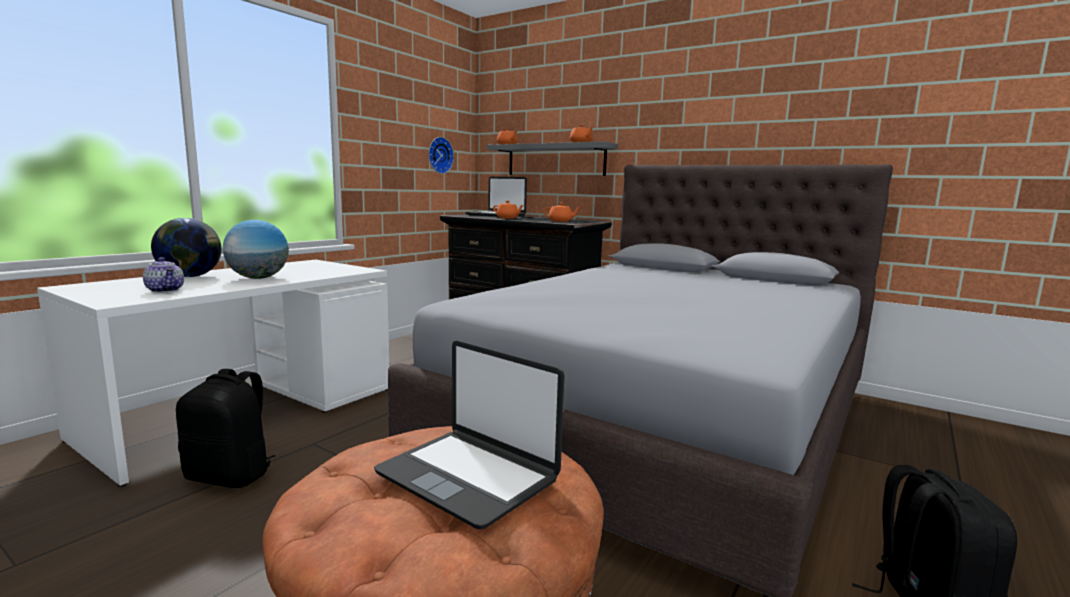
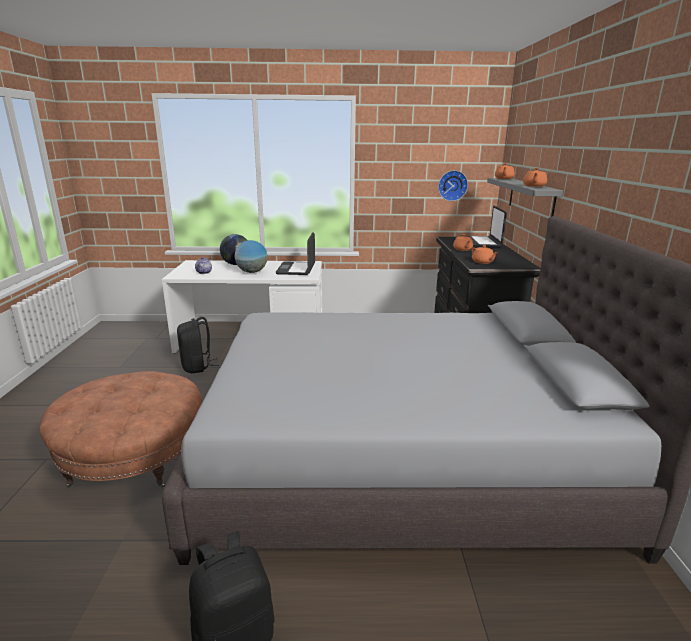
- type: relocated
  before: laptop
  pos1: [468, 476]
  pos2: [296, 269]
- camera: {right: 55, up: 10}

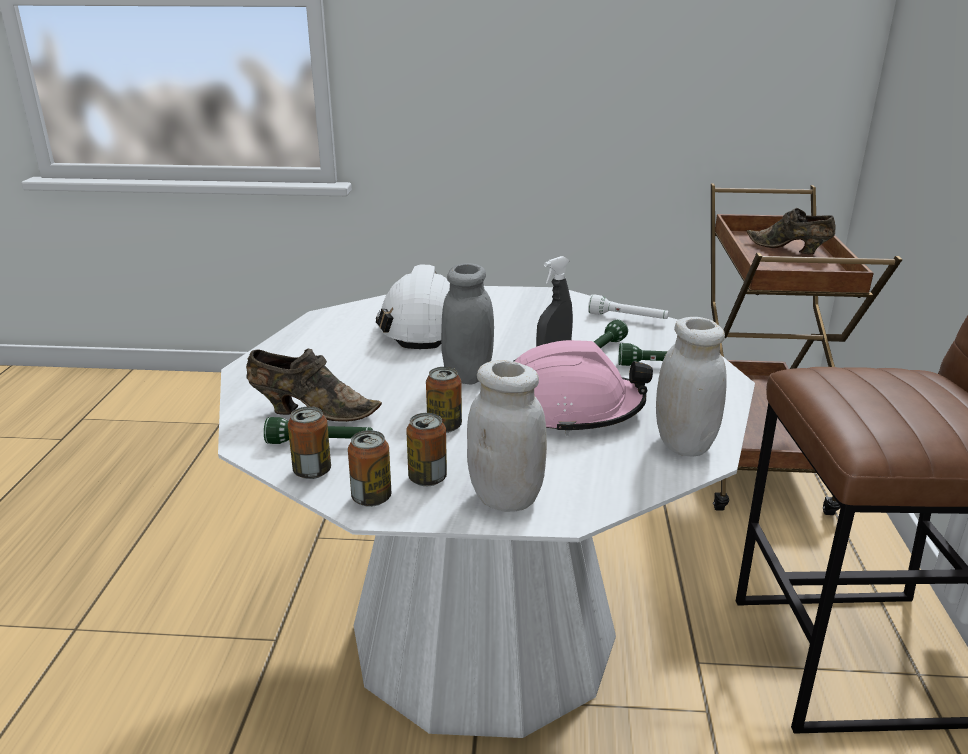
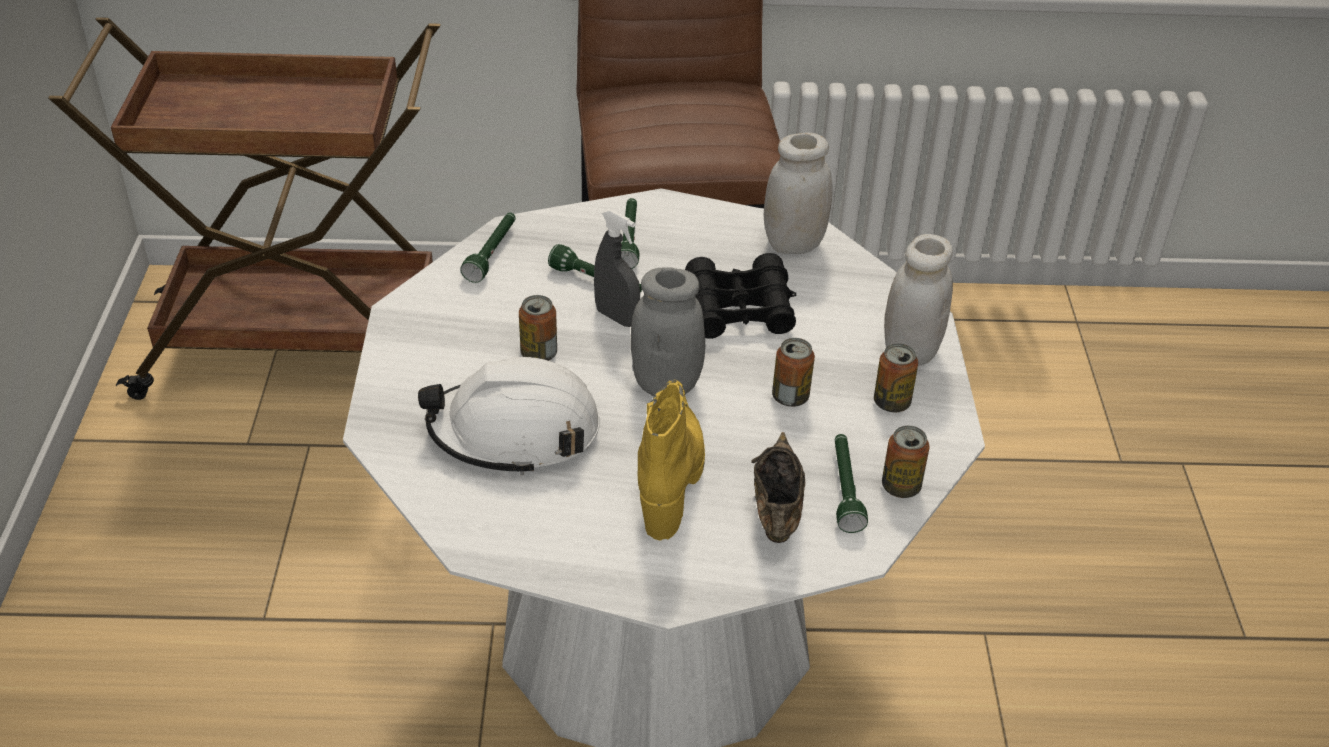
- type: relocated
  before: can
  pos1: [371, 498]
  pos2: [539, 353]
- type: exchanged
  before: hard hat in pink
  after: binoculars in black
  pos1: [569, 410]
  pos2: [739, 309]
- type: colour
  before: flashlight in white
  after: flashlight in green
  pos1: [627, 318]
  pos2: [492, 253]
- type: missing
  before: shoe in brown
  pos1: [790, 249]
- type: appeared
  after: boot in yellow
  pos2: [671, 480]
- camera: {right: -95, up: 15}

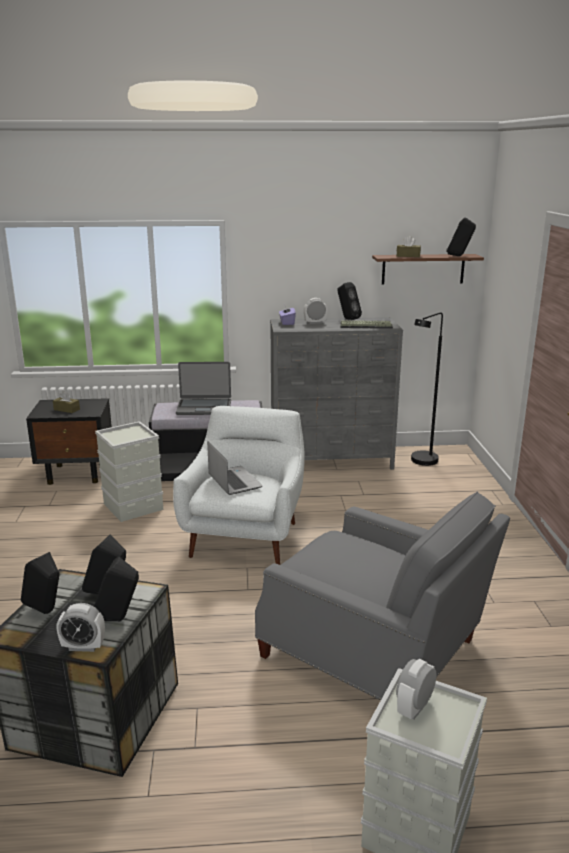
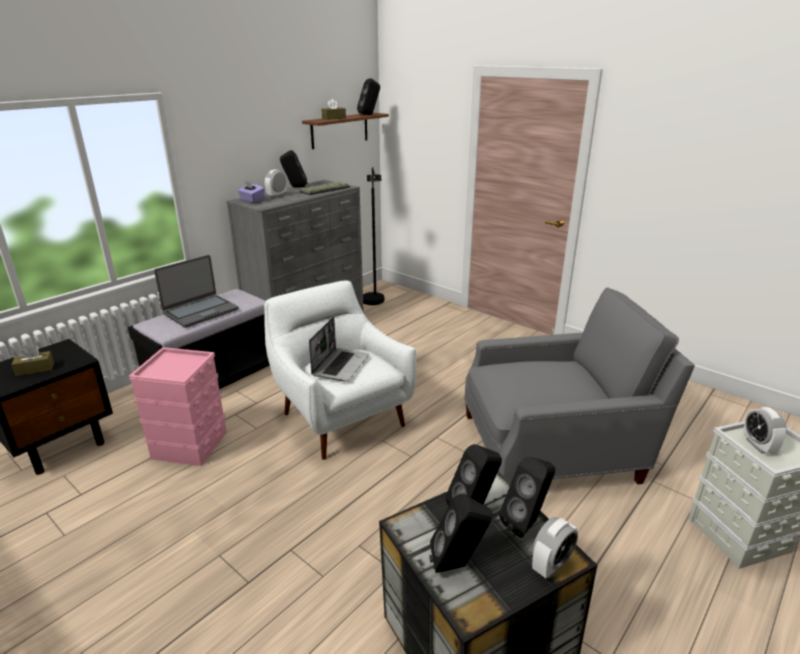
- type: colour
  before: storage box in grey
  after: storage box in pink
  pos1: [132, 506]
  pos2: [189, 445]
- type: spun
  before: laptop
  pos1: [233, 481]
  pos2: [340, 365]
  turn: 90
- camera: {right: -45, up: 5}

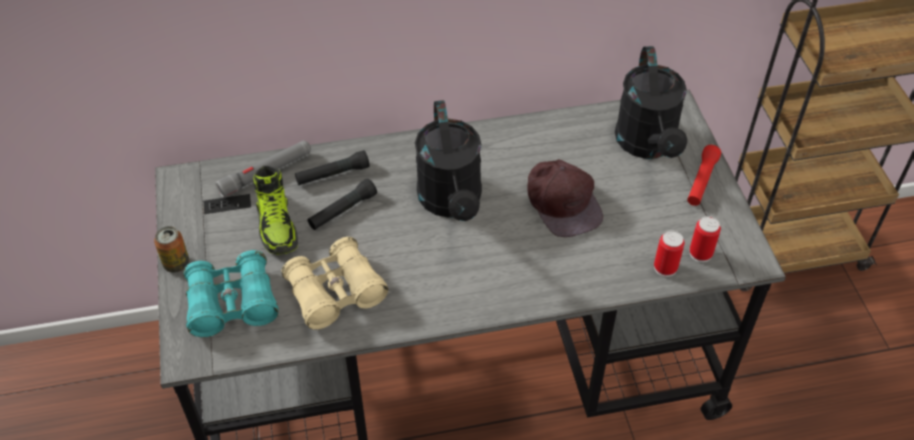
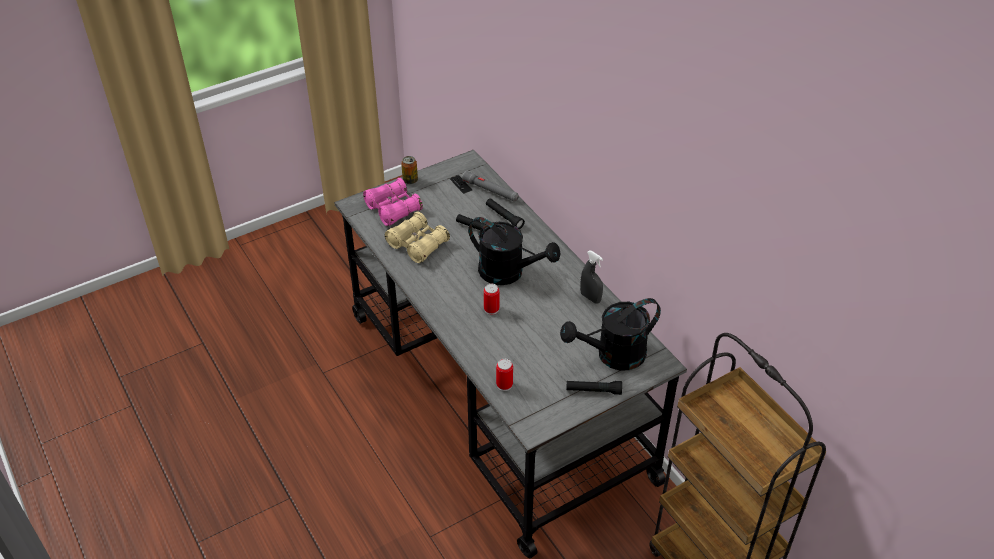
- type: colour
  before: binoculars in turquoise
  after: binoculars in pink
  pos1: [232, 303]
  pos2: [393, 209]
- type: missing
  before: shoe
  pos1: [277, 225]
- type: spun
  before: watering can in black
  pos1: [452, 202]
  pos2: [509, 273]
  turn: -120
- type: missing
  before: cap in brown
  pos1: [563, 201]
- type: colour
  before: flashlight in red
  after: flashlight in black
  pos1: [701, 181]
  pos2: [593, 390]
- type: relocated
  before: can
  pos1: [700, 253]
  pos2: [491, 309]
- type: appeared
  after: spray bottle in grey
  pos2: [590, 297]
- camera: {right: 70, up: -5}

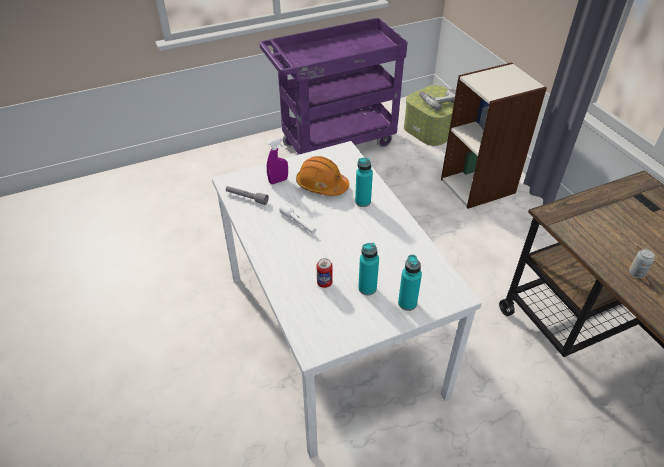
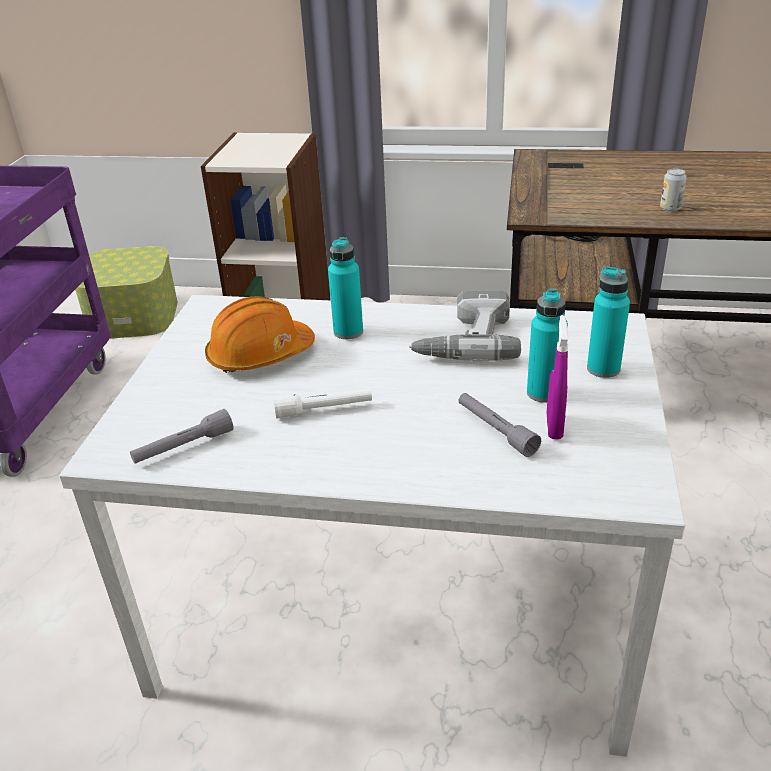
- type: relocated
  before: spray bottle in purple
  pos1: [278, 181]
  pos2: [554, 427]
- type: exchanged
  before: can
  after: flashlight in grey
  pos1: [324, 283]
  pos2: [495, 430]
- type: relocated
  before: power drill
  pos1: [439, 101]
  pos2: [464, 339]
- camera: {right: -55, up: -10}

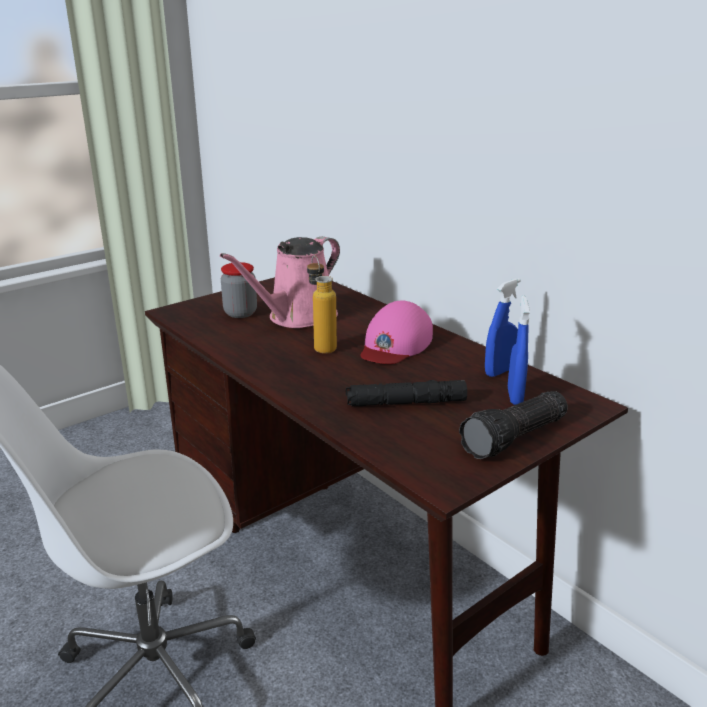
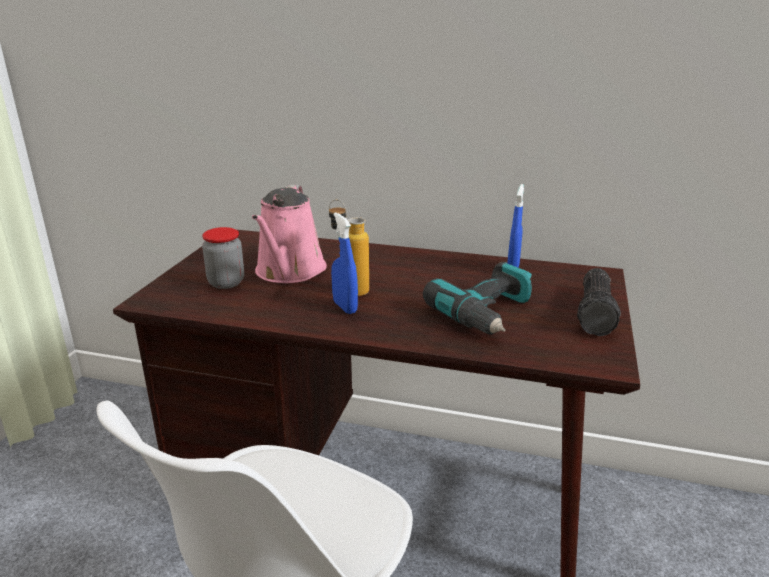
- type: exchanged
  before: flashlight in black
  after: power drill
  pos1: [405, 403]
  pos2: [488, 314]
- type: missing
  before: cap in pink
  pos1: [395, 344]
- type: relocated
  before: spray bottle in blue
  pos1: [515, 396]
  pos2: [345, 307]
- camera: {right: -35, up: 0}

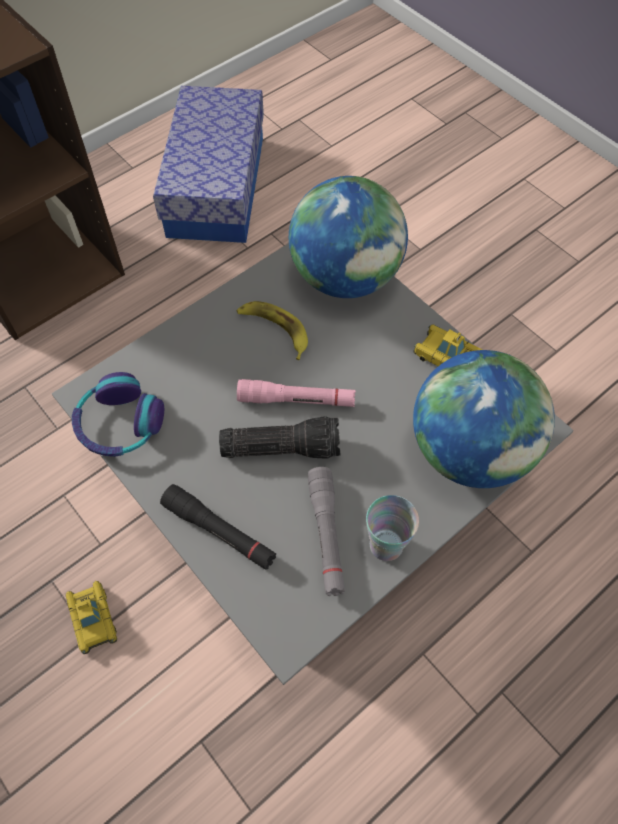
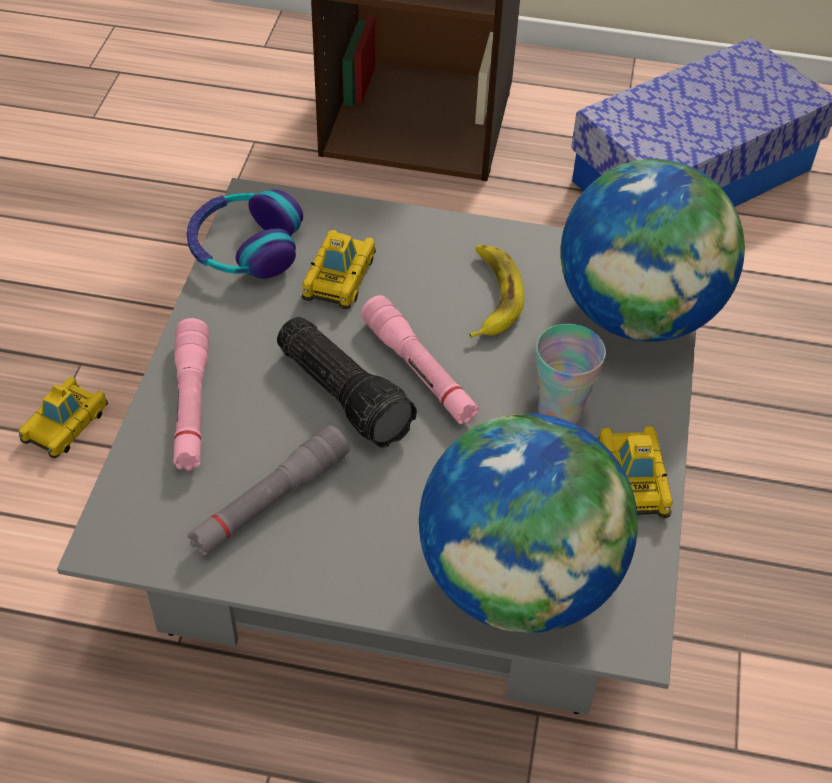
- type: colour
  before: flashlight in black
  after: flashlight in pink
  pos1: [219, 532]
  pos2: [191, 404]
- type: relocated
  before: cup
  pos1: [386, 545]
  pos2: [560, 410]
- type: appeared
  after: toy car
  pos2: [339, 277]
- camera: {right: 50, up: -10}

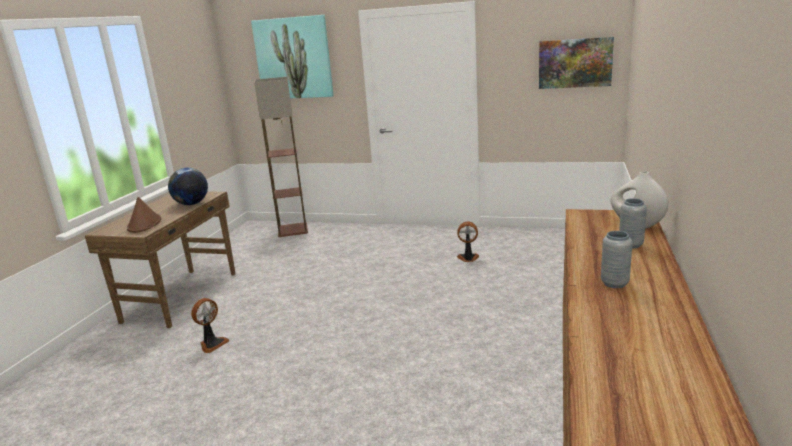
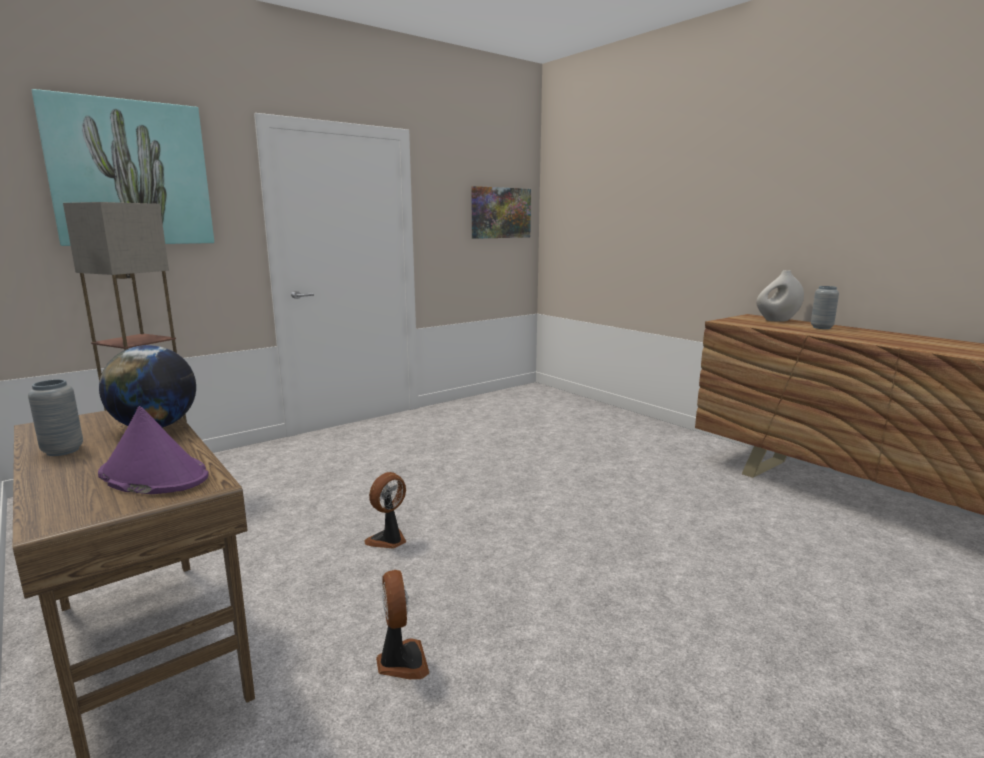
- type: colour
  before: hat in brown
  after: hat in purple
  pos1: [144, 224]
  pos2: [153, 475]
- type: relocated
  before: fan
  pos1: [468, 258]
  pos2: [389, 540]
- type: relocated
  before: vase in grey
  pos1: [614, 283]
  pos2: [63, 451]
- camera: {right: -55, up: -5}

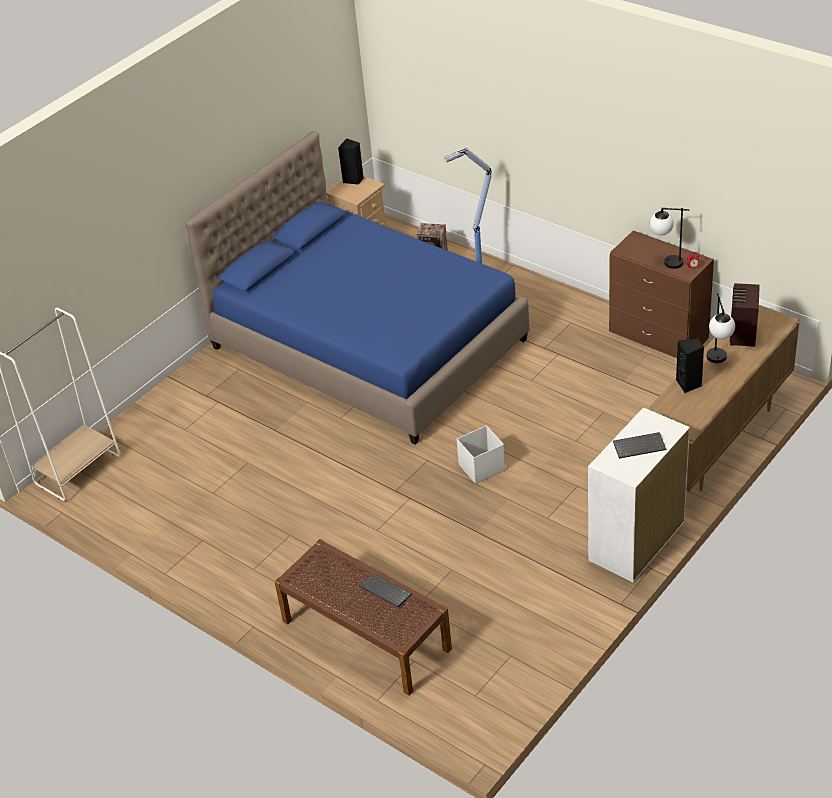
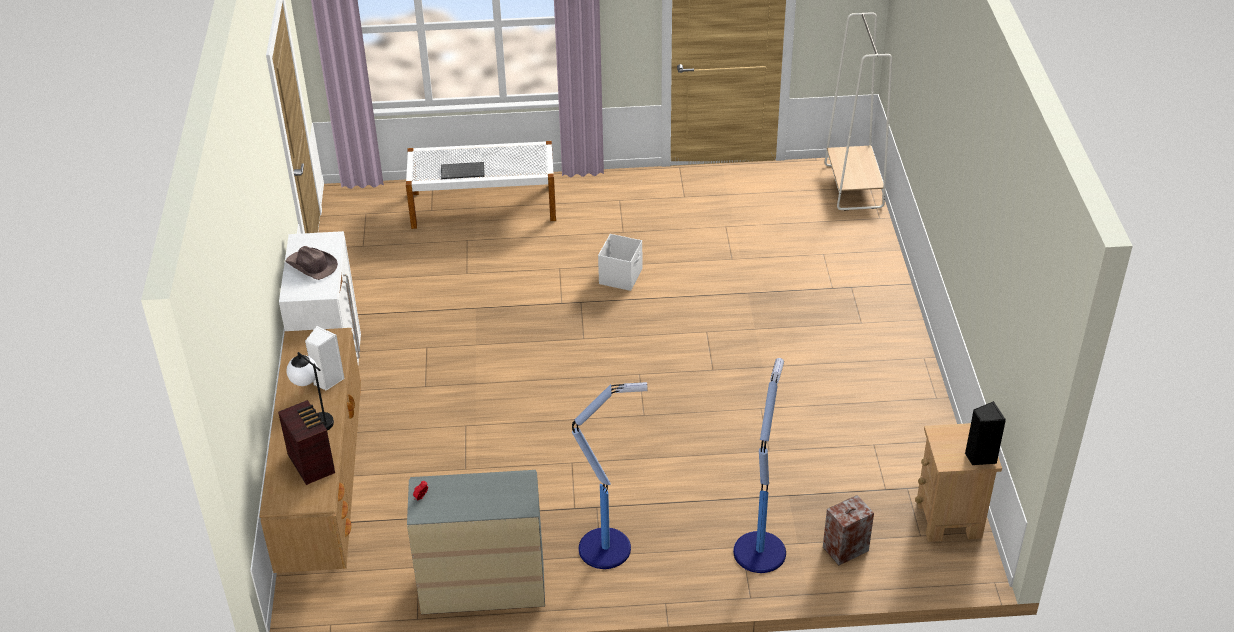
- type: missing
  before: bed in blue
  pos1: [368, 343]
- type: colour
  before: bench in brown
  after: bench in white
  pos1: [365, 636]
  pos2: [483, 206]
- type: relocated
  before: storage box in white
  pos1: [481, 468]
  pos2: [621, 276]
- type: colour
  before: dresser in brown
  after: dresser in grey
  pos1: [658, 338]
  pos2: [482, 590]
- type: exchanged
  before: keyboard
  after: hat in brown
  pos1: [639, 445]
  pos2: [312, 266]
- type: missing
  before: table lamp
  pos1: [665, 262]
- type: colour
  before: speaker in black
  after: speaker in white
  pos1: [689, 384]
  pos2: [327, 380]
- type: appeared
  after: floor lamp
  pos2: [607, 548]
- camera: {right: 135, up: 0}

